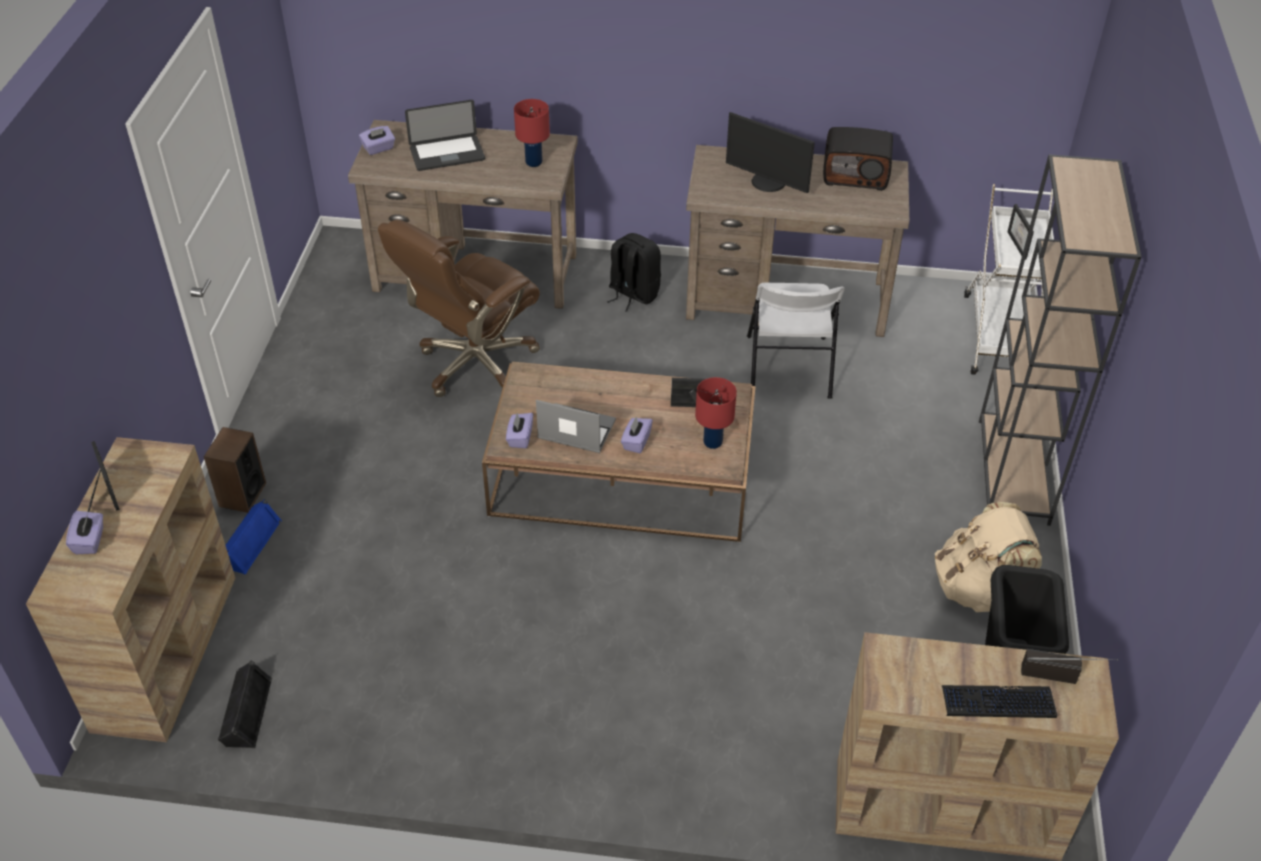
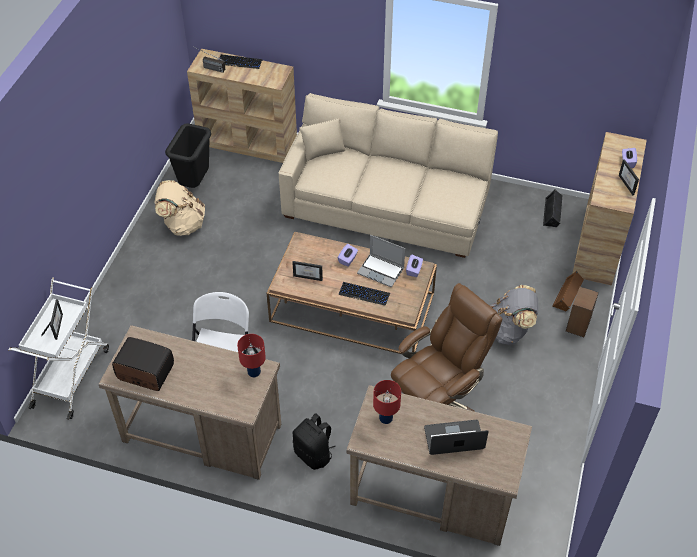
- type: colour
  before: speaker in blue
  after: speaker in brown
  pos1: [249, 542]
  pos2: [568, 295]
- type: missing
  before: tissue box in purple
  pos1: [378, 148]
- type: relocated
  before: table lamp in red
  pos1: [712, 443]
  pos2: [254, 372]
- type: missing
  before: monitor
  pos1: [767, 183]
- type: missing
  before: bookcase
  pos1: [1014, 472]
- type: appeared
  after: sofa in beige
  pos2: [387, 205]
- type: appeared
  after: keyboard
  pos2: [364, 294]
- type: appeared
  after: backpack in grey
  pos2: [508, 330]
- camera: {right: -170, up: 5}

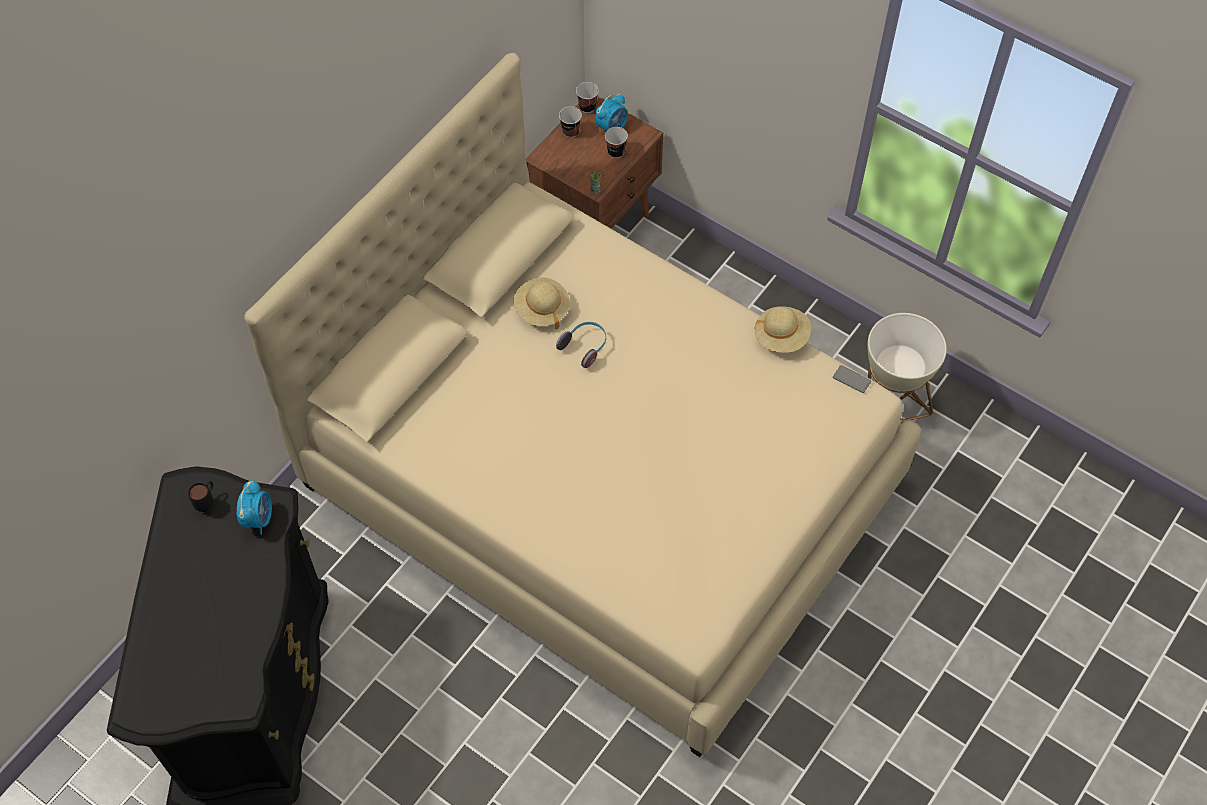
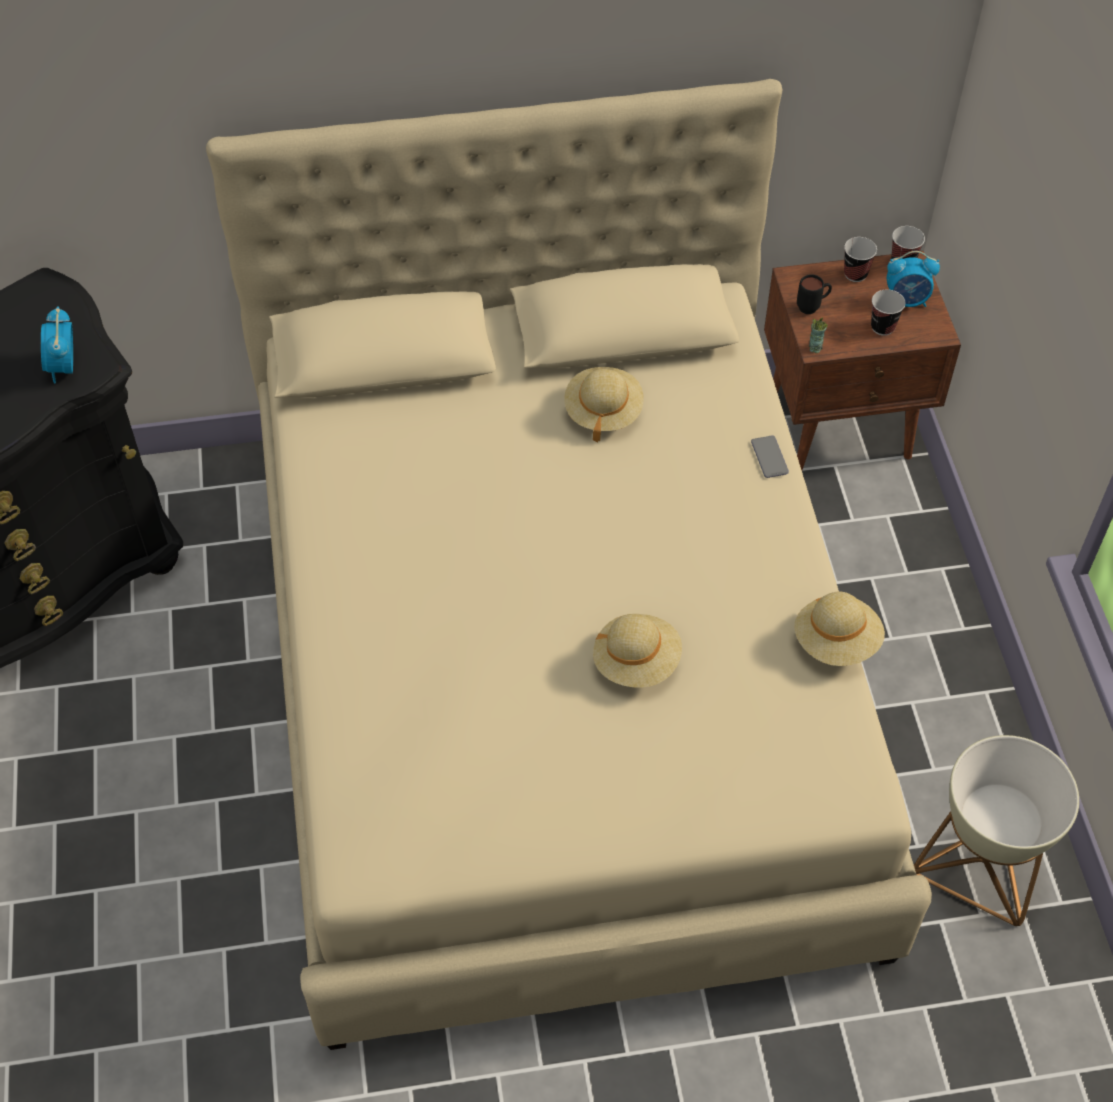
- type: relocated
  before: mug in black
  pos1: [207, 502]
  pos2: [812, 307]
- type: spun
  before: alarm clock
  pos1: [258, 518]
  pos2: [64, 367]
  turn: 120
- type: missing
  before: headphones
  pos1: [585, 347]
- type: relocated
  before: phone
  pos1: [851, 379]
  pos2: [769, 457]
- type: appeared
  after: hat in beige
  pos2: [636, 662]
- camera: {right: 45, up: -5}

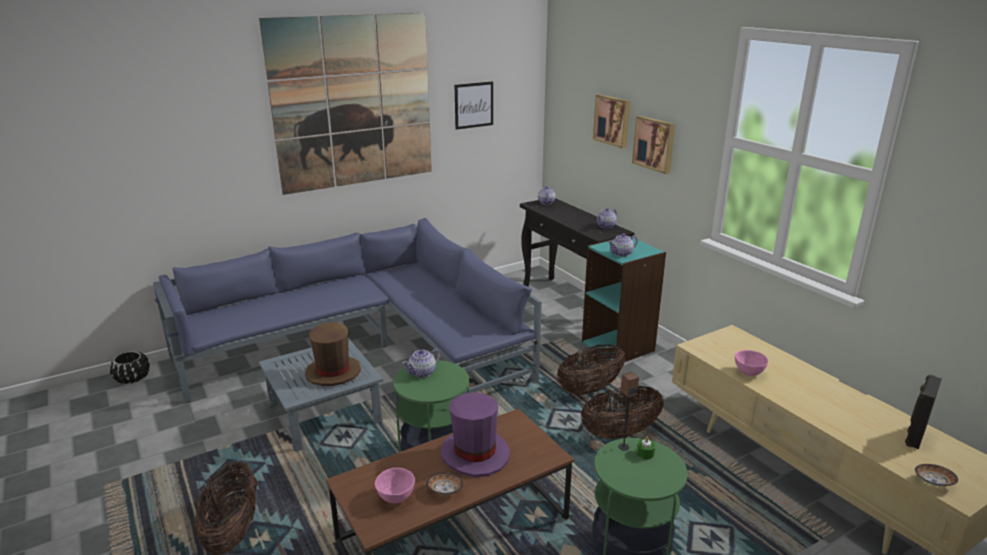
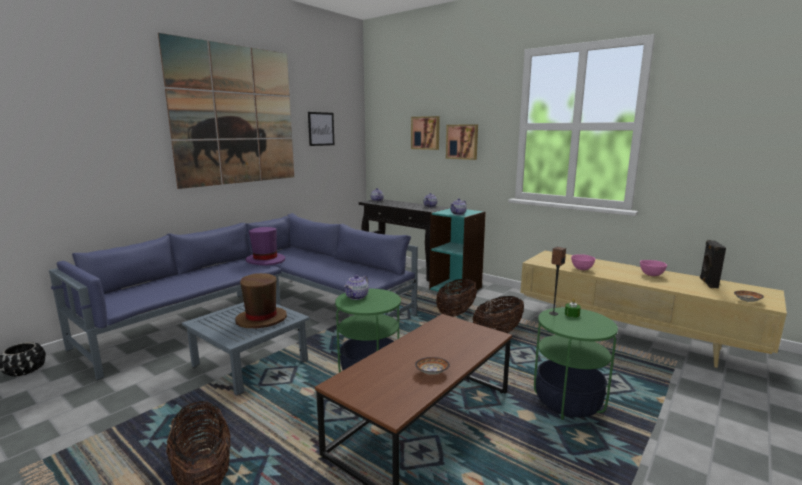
- type: relocated
  before: bowl in pink
  pos1: [395, 498]
  pos2: [651, 275]
- type: relocated
  before: hat in purple
  pos1: [475, 454]
  pos2: [265, 260]
- camera: {right: -20, up: -10}

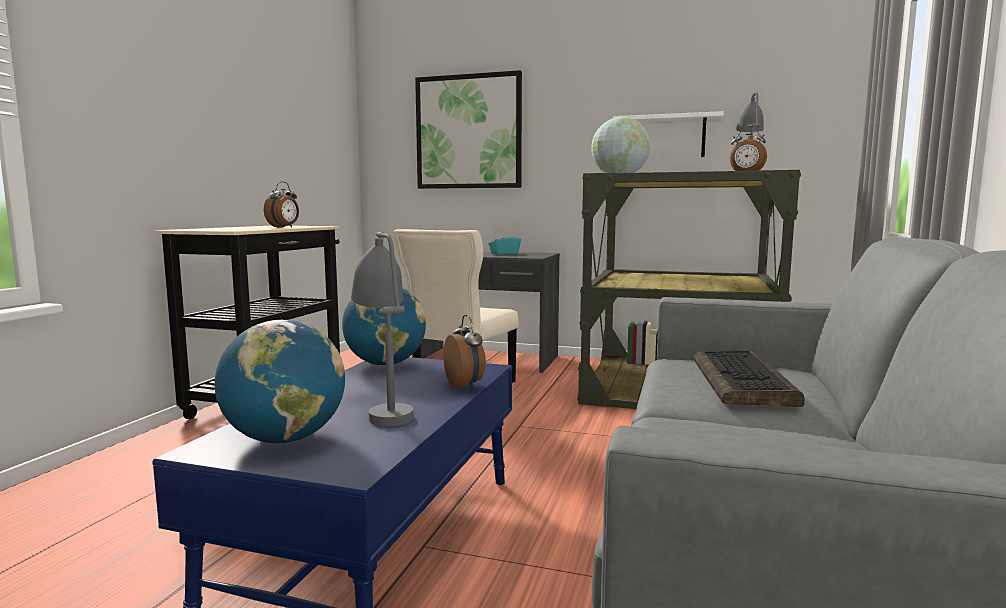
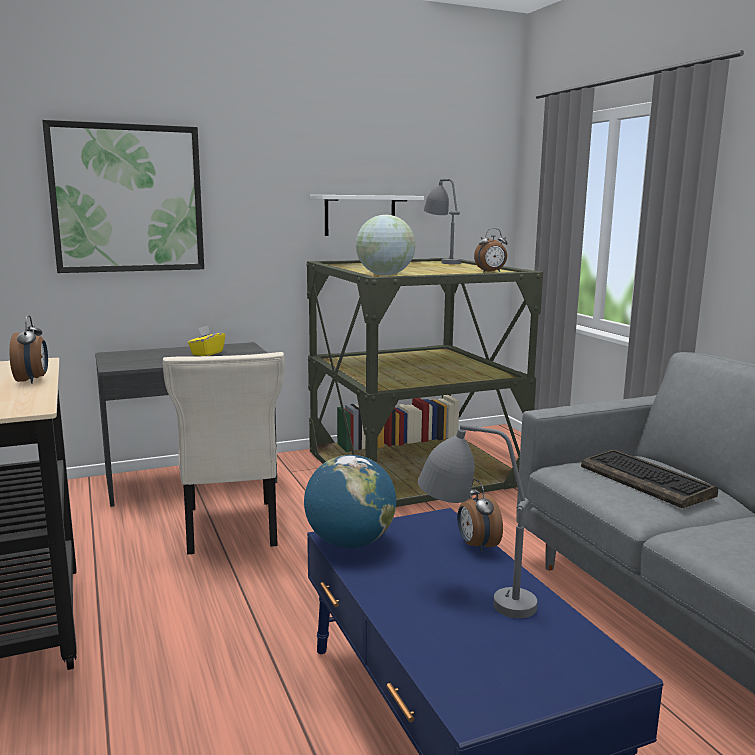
- type: missing
  before: globe
  pos1: [285, 439]
- type: spun
  before: alarm clock
  pos1: [465, 385]
  pos2: [476, 546]
  turn: -135
- type: colour
  before: tissue box in turquoise
  after: tissue box in yellow
  pos1: [504, 254]
  pos2: [207, 353]
- camera: {right: -40, up: 5}

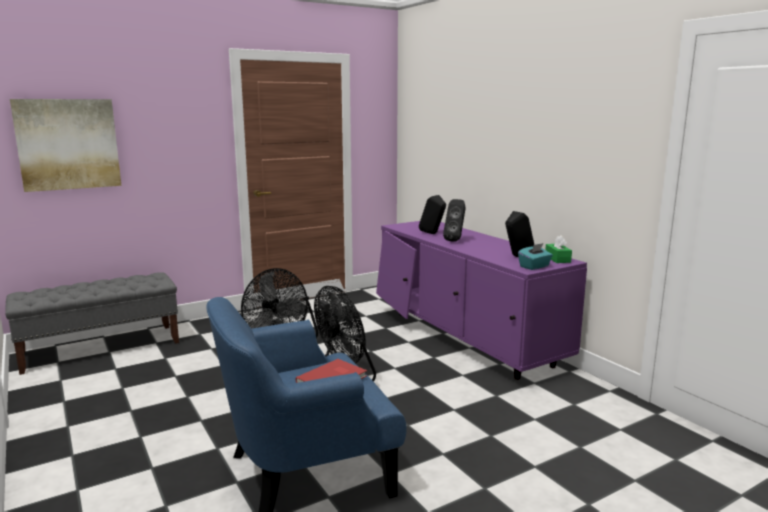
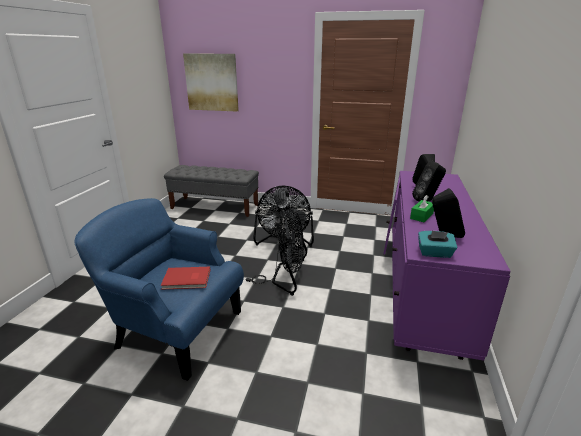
- type: relocated
  before: tissue box in green
  pos1: [557, 259]
  pos2: [421, 216]
- camera: {right: 45, up: 10}

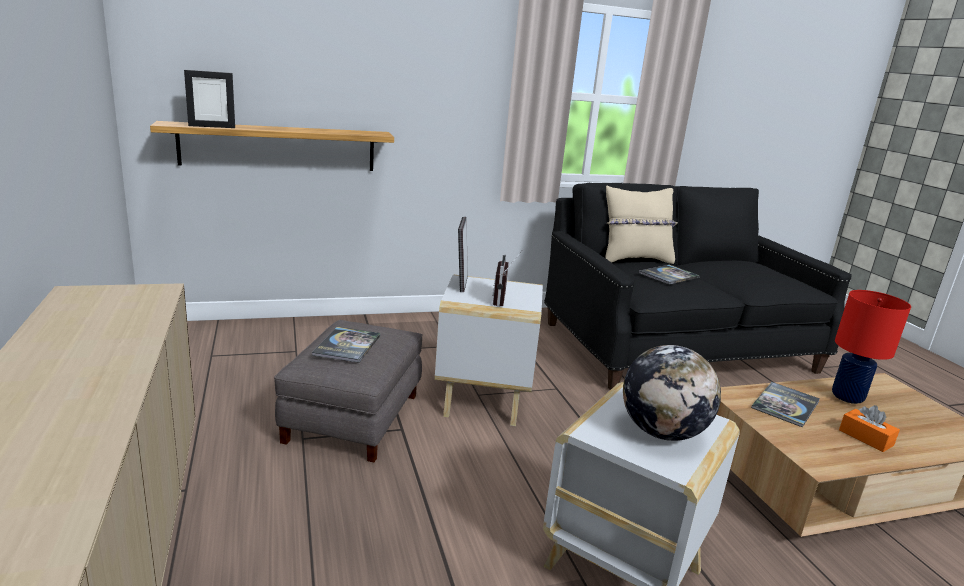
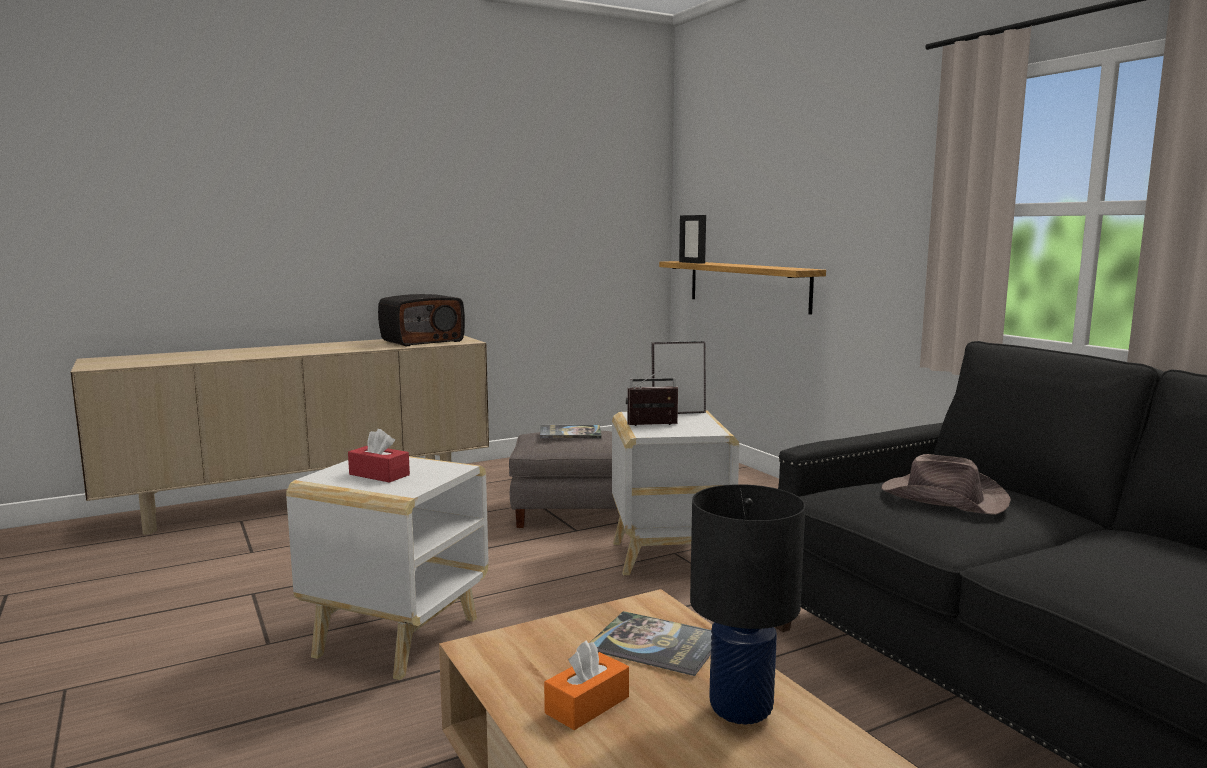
- type: missing
  before: pillow in beige
  pos1: [634, 260]
- type: exchanged
  before: globe
  after: tissue box in red
  pos1: [662, 432]
  pos2: [379, 474]
- type: exchanged
  before: book
  after: hat in brown
  pos1: [668, 275]
  pos2: [942, 497]
- type: colour
  before: table lamp in red
  after: table lamp in black
  pos1: [847, 398]
  pos2: [741, 713]
- type: appeared
  after: radio
  pos2: [422, 341]
- camera: {right: 80, up: -10}

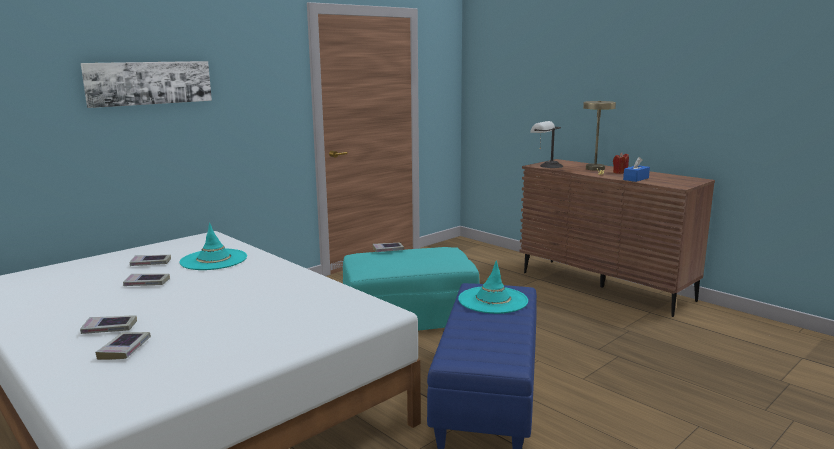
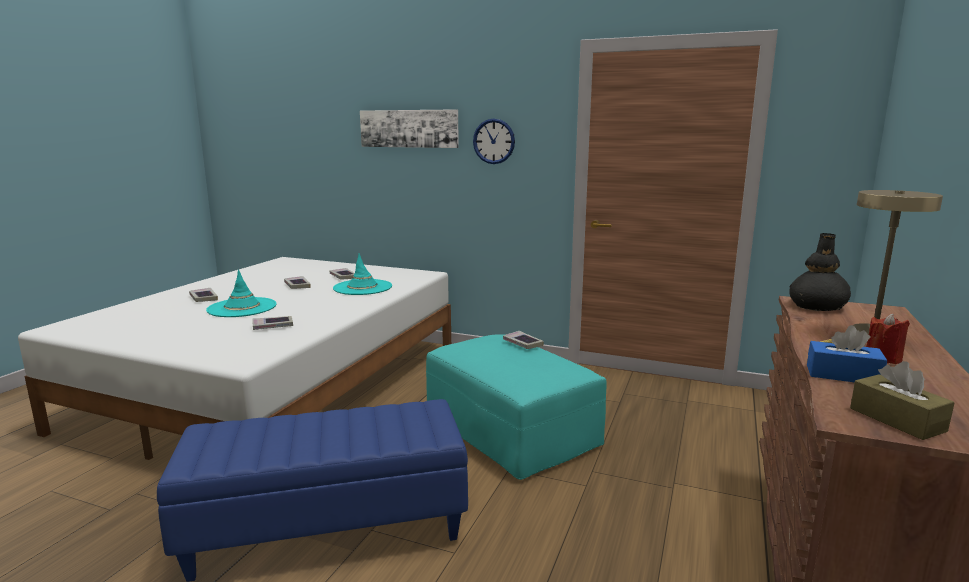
- type: relocated
  before: book
  pos1: [125, 349]
  pos2: [273, 326]
- type: relocated
  before: hat in turquoise
  pos1: [492, 300]
  pos2: [242, 308]
- type: exchanged
  before: table lamp
  after: vase in black
  pos1: [546, 165]
  pos2: [817, 306]
- type: appeared
  after: wall clock
  pos2: [494, 141]
- type: appeared
  after: tissue box in brown
  pos2: [896, 419]
- camera: {right: 65, up: 0}

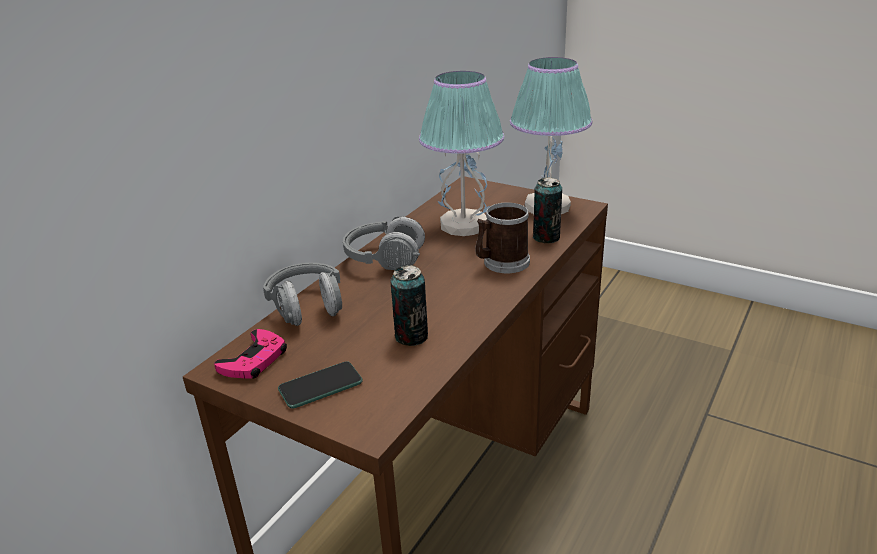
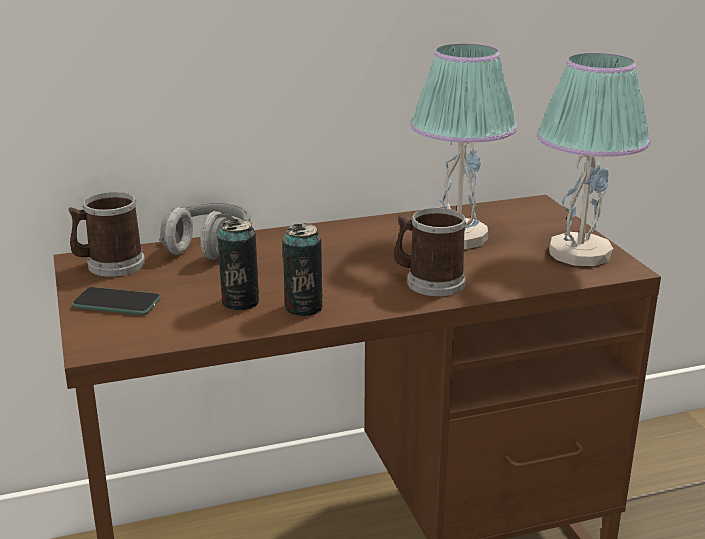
- type: exchanged
  before: game controller in pink
  after: mug
  pos1: [254, 360]
  pos2: [109, 265]
- type: missing
  before: headphones in grey
  pos1: [385, 260]
- type: relocated
  before: can
  pos1: [546, 237]
  pos2: [303, 308]
- camera: {right: 40, up: -5}

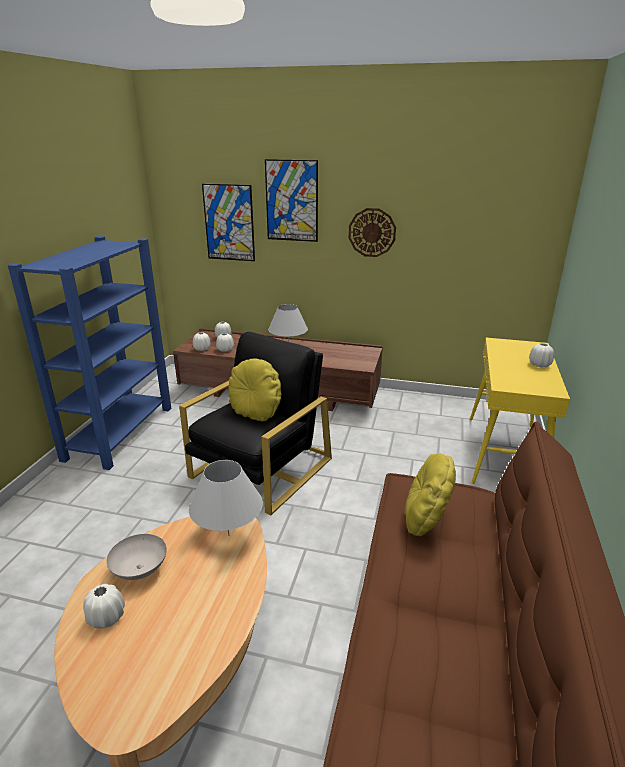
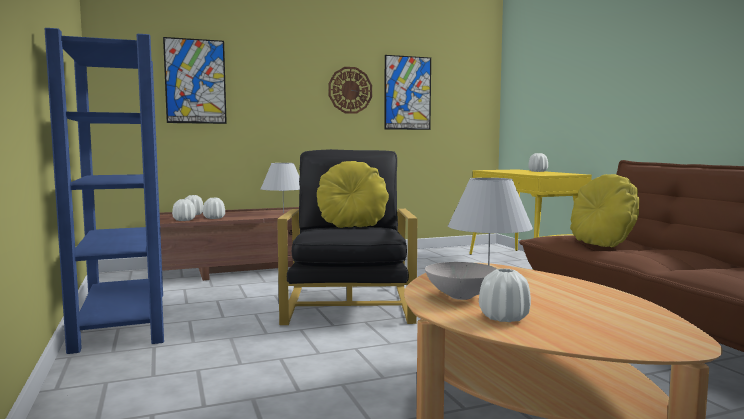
- type: relocated
  before: picture
  pos1: [292, 201]
  pos2: [407, 93]
- camera: {right: -35, up: -20}

